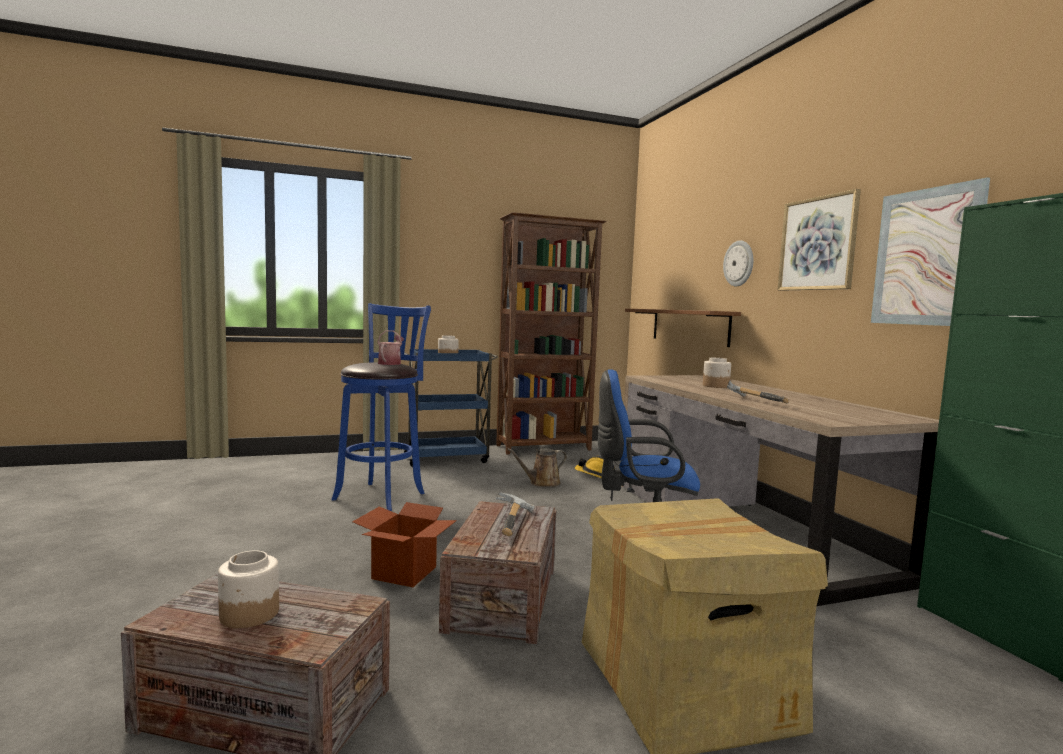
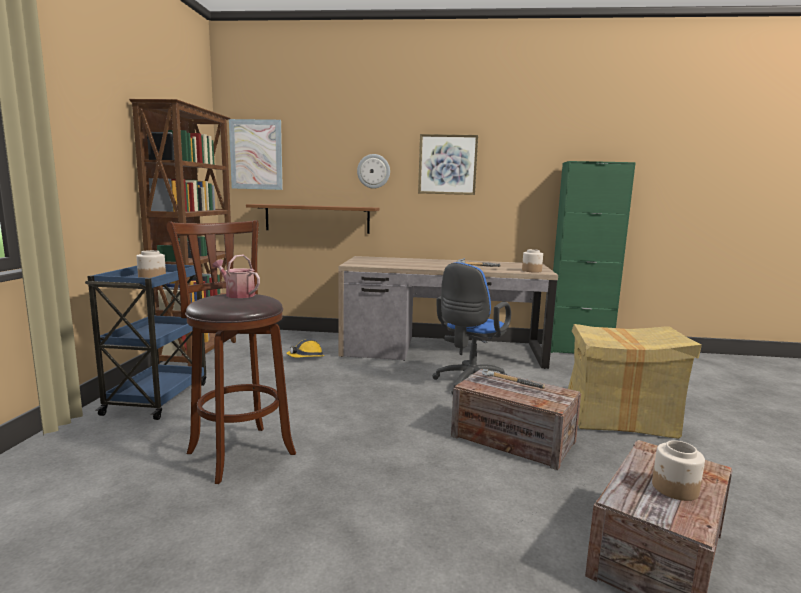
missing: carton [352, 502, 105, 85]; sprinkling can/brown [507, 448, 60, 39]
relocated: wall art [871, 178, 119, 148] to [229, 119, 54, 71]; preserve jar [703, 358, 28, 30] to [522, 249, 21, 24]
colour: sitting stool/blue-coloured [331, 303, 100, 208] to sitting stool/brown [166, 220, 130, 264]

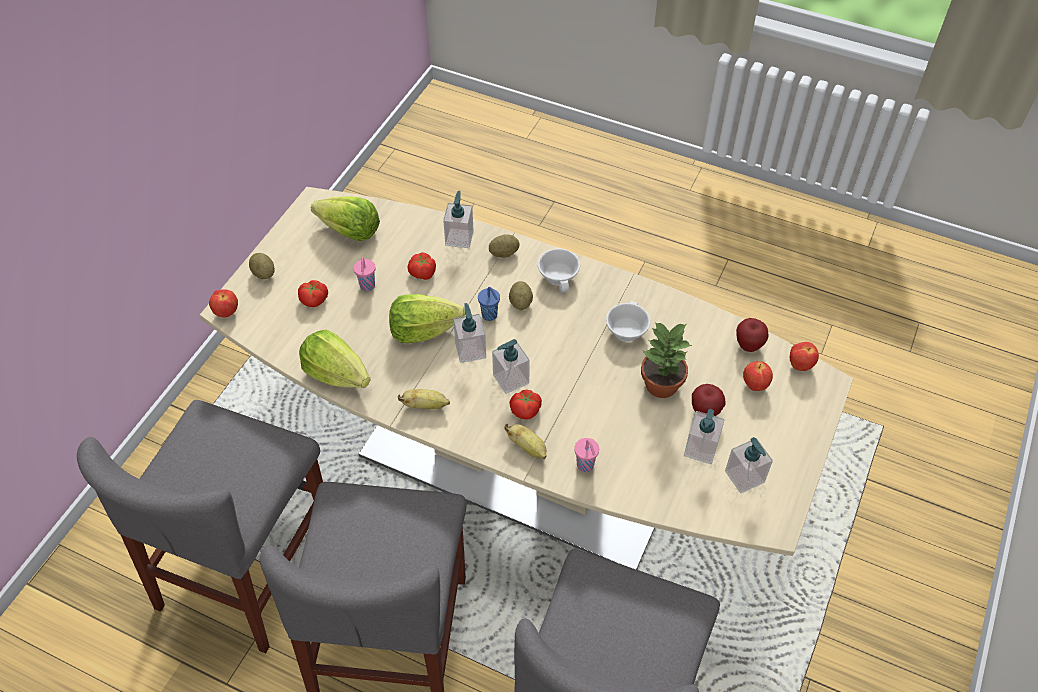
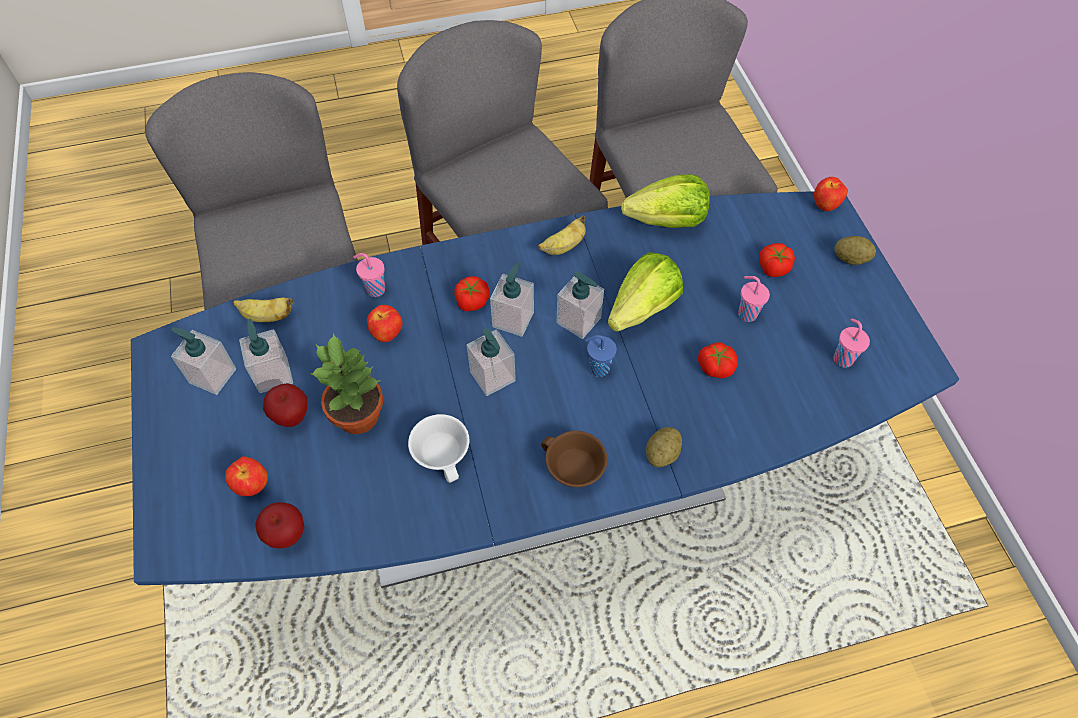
missing: potato [509, 281, 24, 29]
relocated: banana [504, 423, 43, 36] to [233, 298, 61, 24]; apple [790, 342, 29, 29] to [367, 305, 36, 37]; soap dispenser [443, 191, 31, 57] to [467, 328, 49, 68]
exchanged: lettuce head [311, 196, 69, 45] to small cup/pinkish [833, 319, 37, 49]
colour: dinner table/beige [200, 187, 653, 383] to dinner table/blue-coloured [131, 191, 828, 397]; small cup/white-coloured [538, 248, 42, 45] to small cup/brown [541, 431, 66, 56]

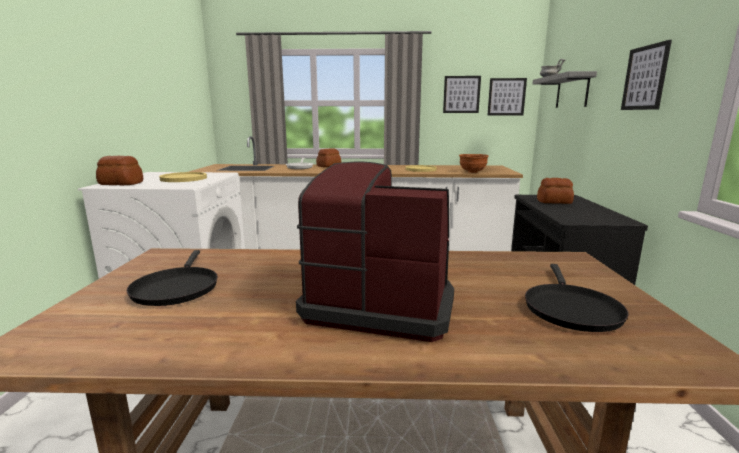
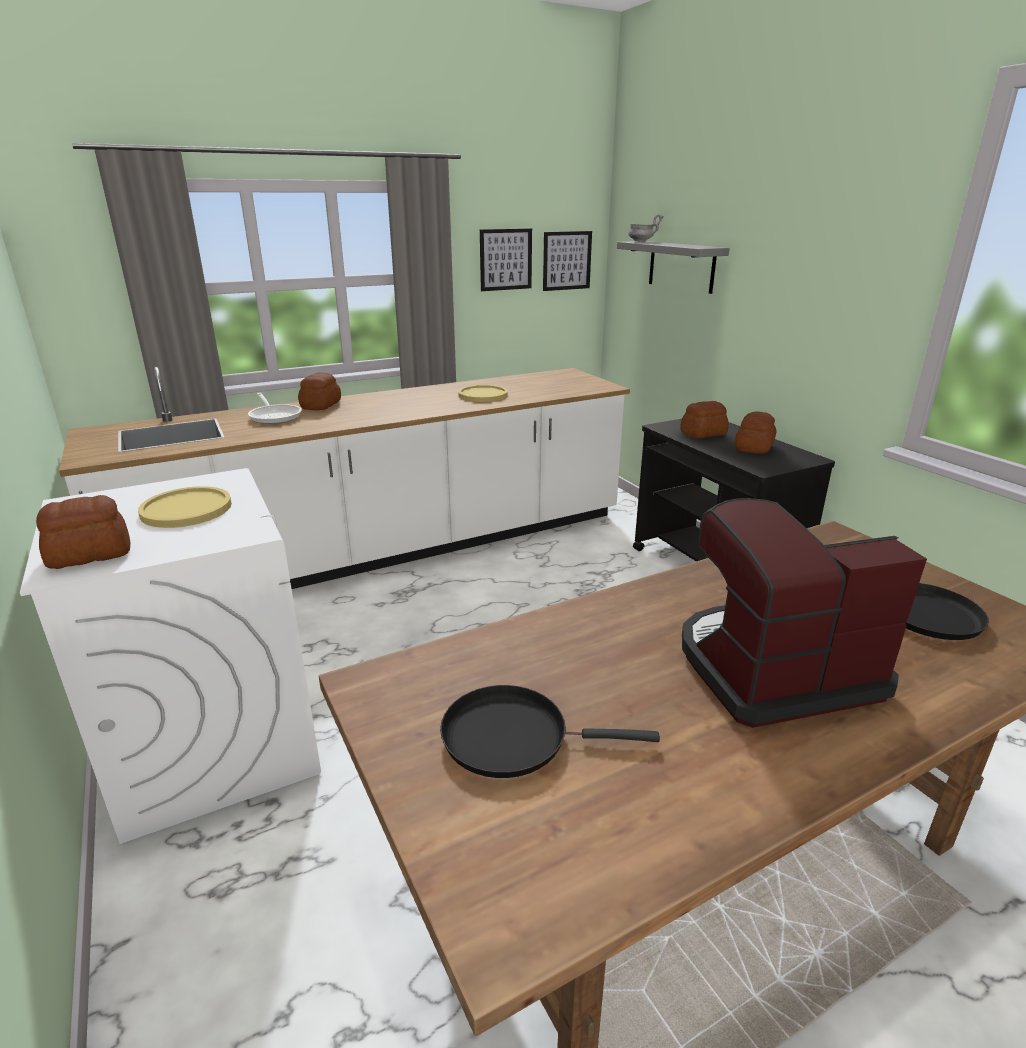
missing: deep dish/brown [459, 154, 30, 19]; wall art [621, 40, 51, 70]
appeared: baked bread [735, 411, 42, 43]
spun: skillet/black [126, 250, 92, 56] = [440, 685, 220, 93] 135 degrees clockwise

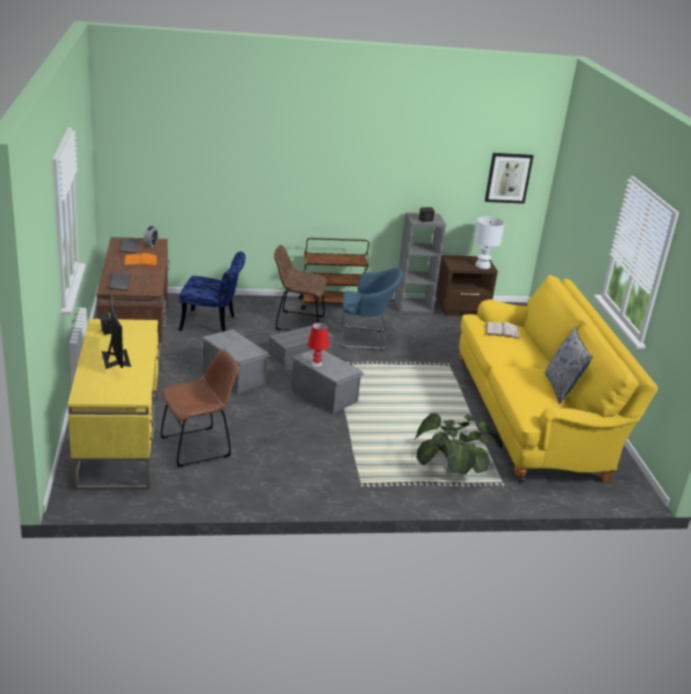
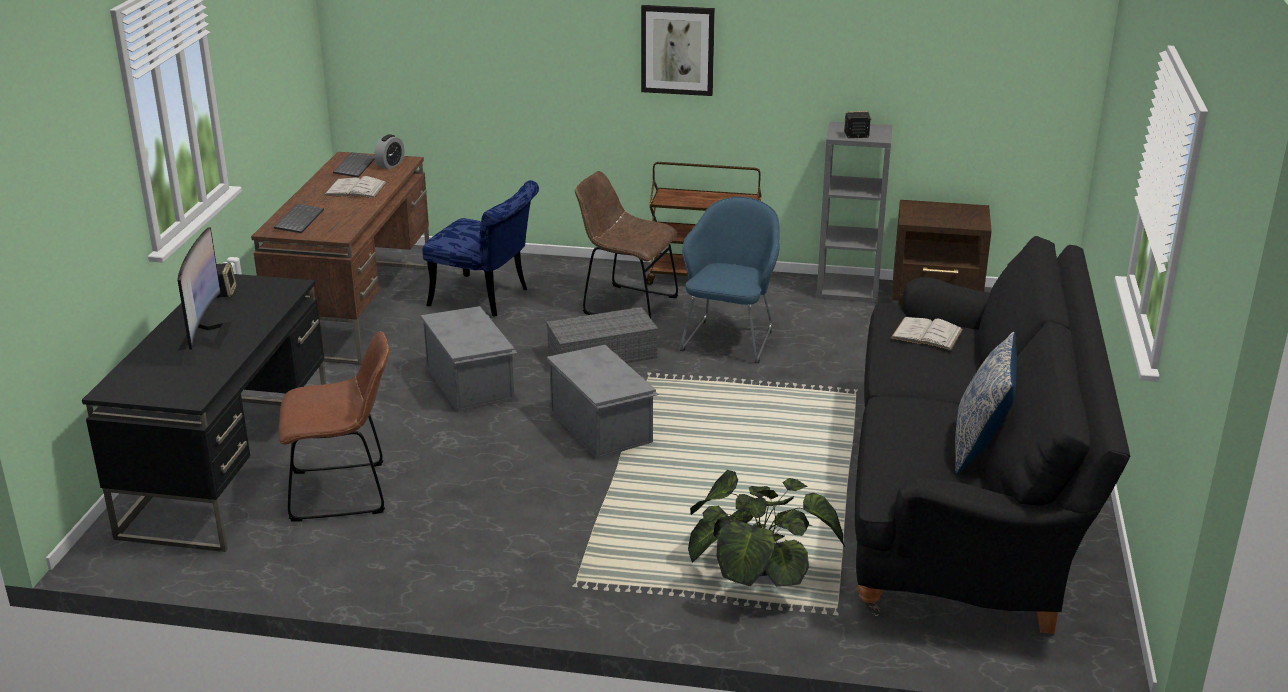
missing: tabletop lamp/red [307, 323, 22, 45]; tabletop lamp/white-coloured [474, 216, 31, 53]
relocated: wall art [485, 153, 49, 51] to [641, 5, 74, 91]
colour: desk table/yellow-coloured [68, 319, 93, 171] to desk table/black [82, 274, 245, 278]; bound book/orange [124, 253, 33, 13] to bound book/white-coloured [324, 176, 63, 22]; couch/yellow-coloured [459, 275, 199, 209] to couch/black [855, 236, 276, 398]
spun: lounge chair/blue-coloured [340, 268, 63, 82] = [680, 197, 100, 166] 90 degrees counterclockwise

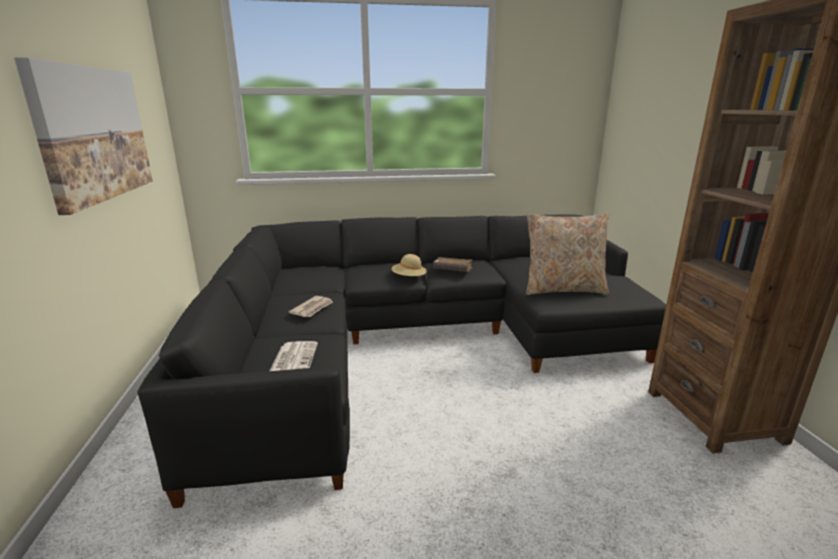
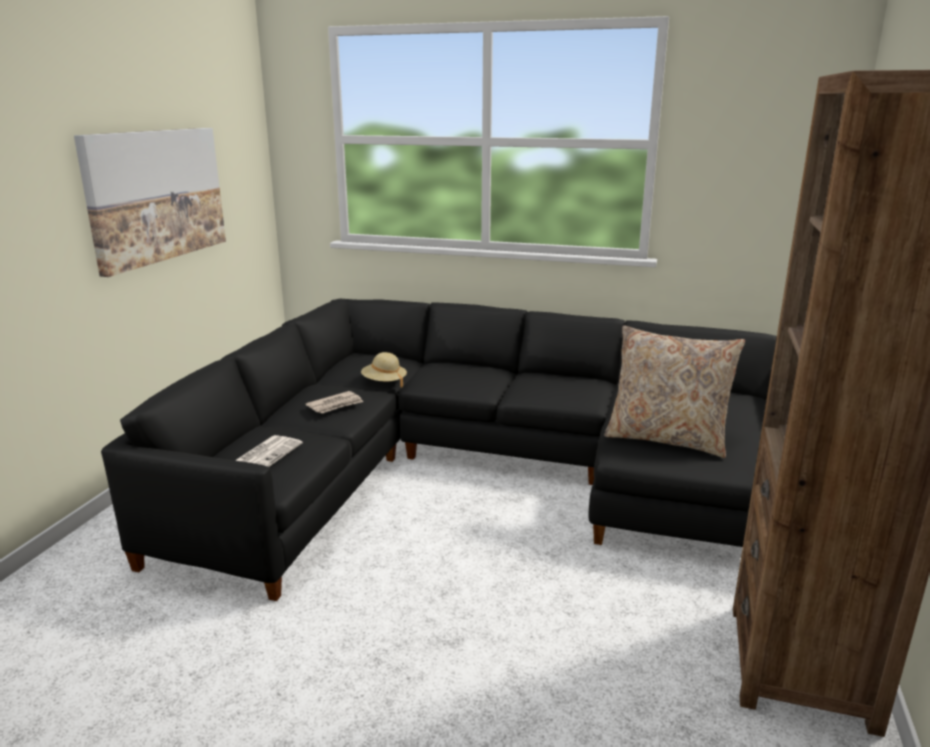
missing: bound book/brown [433, 257, 40, 15]
relocated: wearable hat/beige [392, 254, 35, 25] to [361, 352, 46, 35]

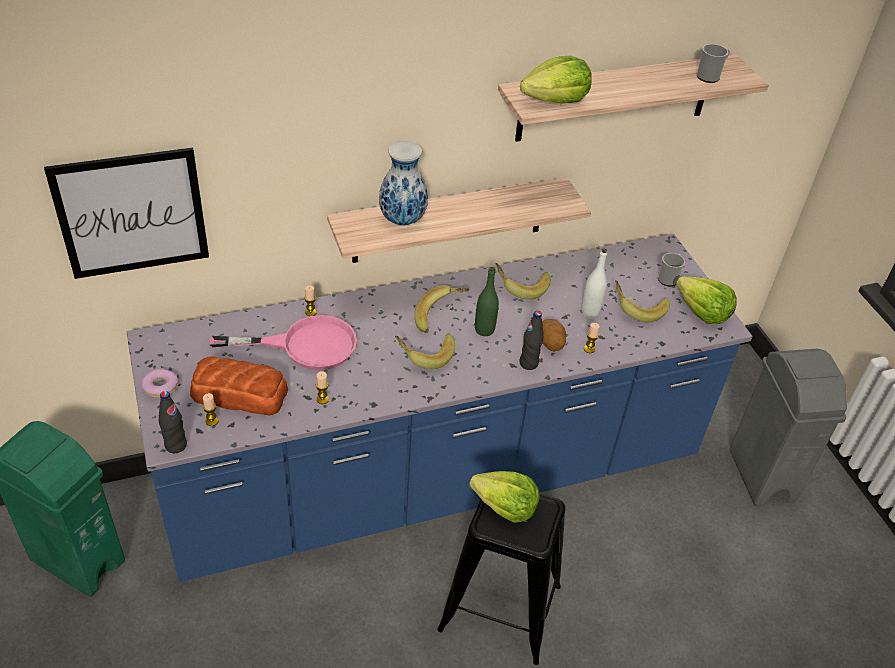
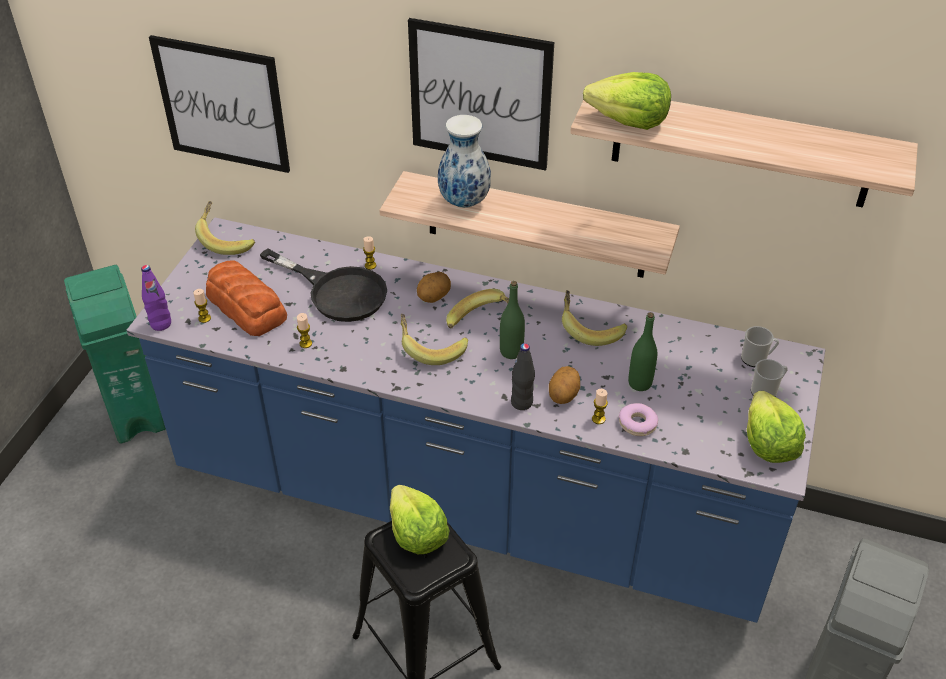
appeared: wall art [408, 18, 146, 153]; potato [417, 272, 34, 31]
relocated: banana [615, 280, 55, 42] to [195, 201, 60, 54]; ring doughnut [141, 369, 37, 29] to [619, 403, 39, 33]; tea mug [697, 44, 33, 39] to [741, 326, 38, 41]
colour: bottle/black [159, 391, 28, 62] to bottle/purple-coloured [141, 265, 30, 66]; skillet/pinkish [210, 315, 147, 55] to skillet/black [260, 249, 127, 73]; bottle/white-coloured [581, 248, 26, 69] to bottle/green-coloured [629, 312, 28, 79]

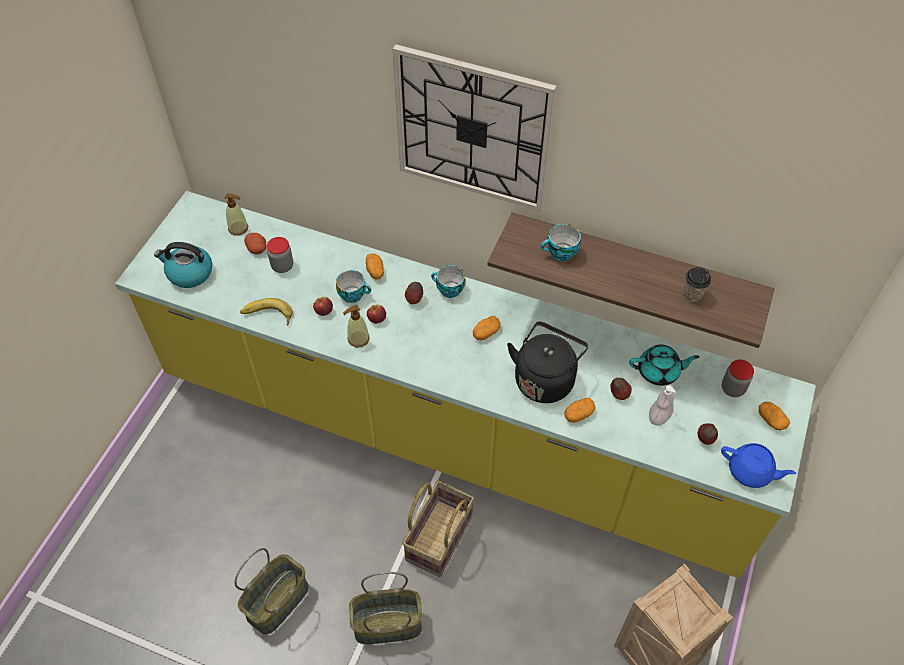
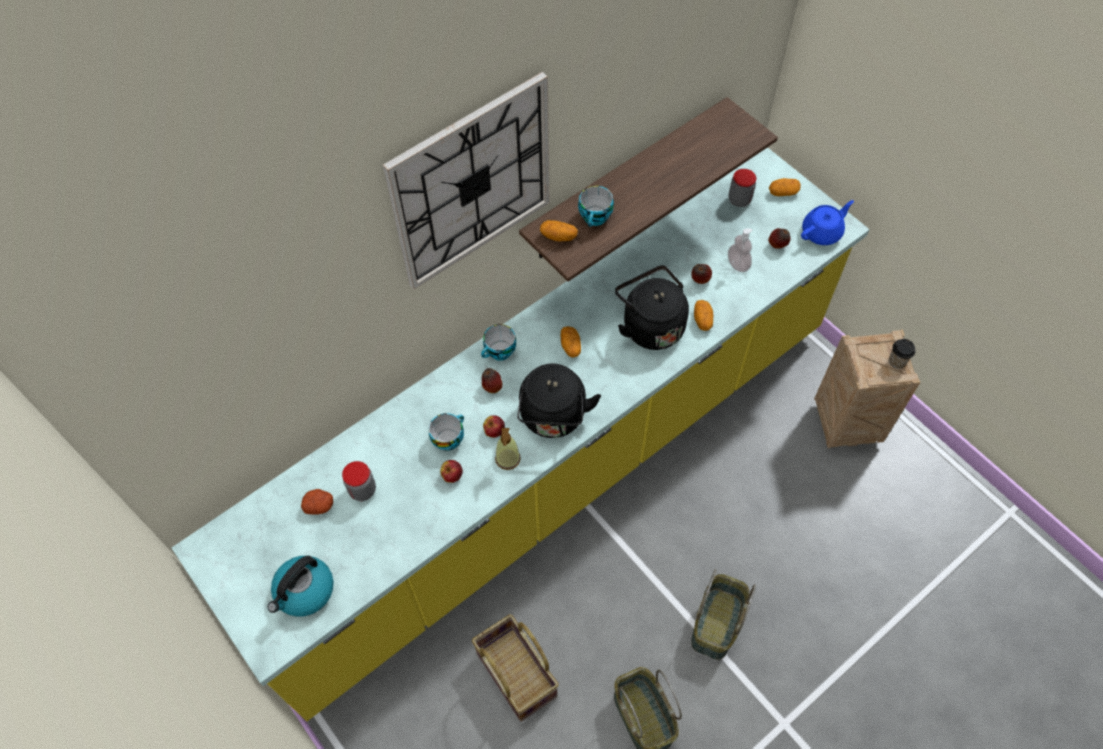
missing: soap dispenser [225, 193, 23, 43]; banana [240, 298, 53, 28]; pot for tea/blue-green [629, 345, 71, 41]
appeared: kettle/black [517, 364, 84, 74]
relocated: storage basket [402, 480, 73, 97] to [472, 614, 87, 108]; potato [366, 253, 18, 26] to [540, 220, 38, 21]; small cup [683, 267, 28, 35] to [889, 339, 27, 30]

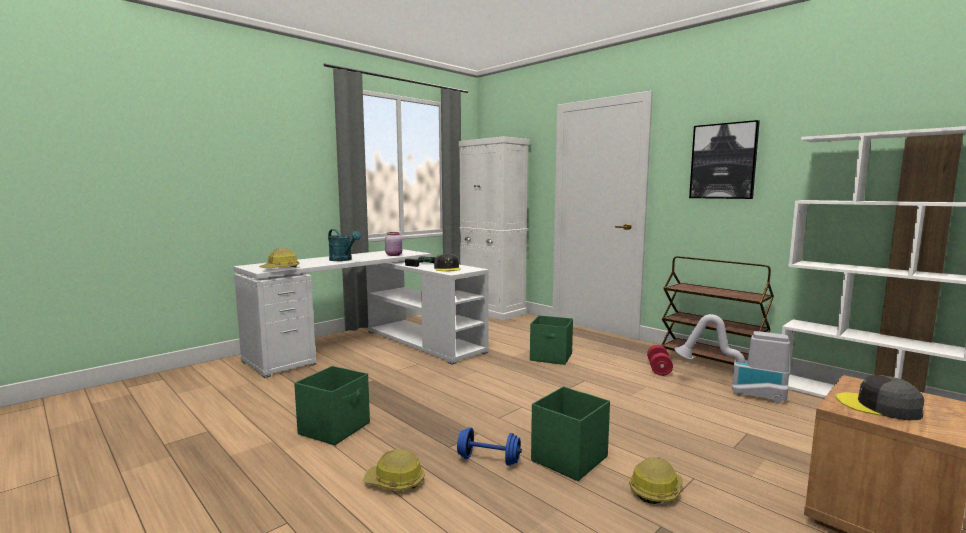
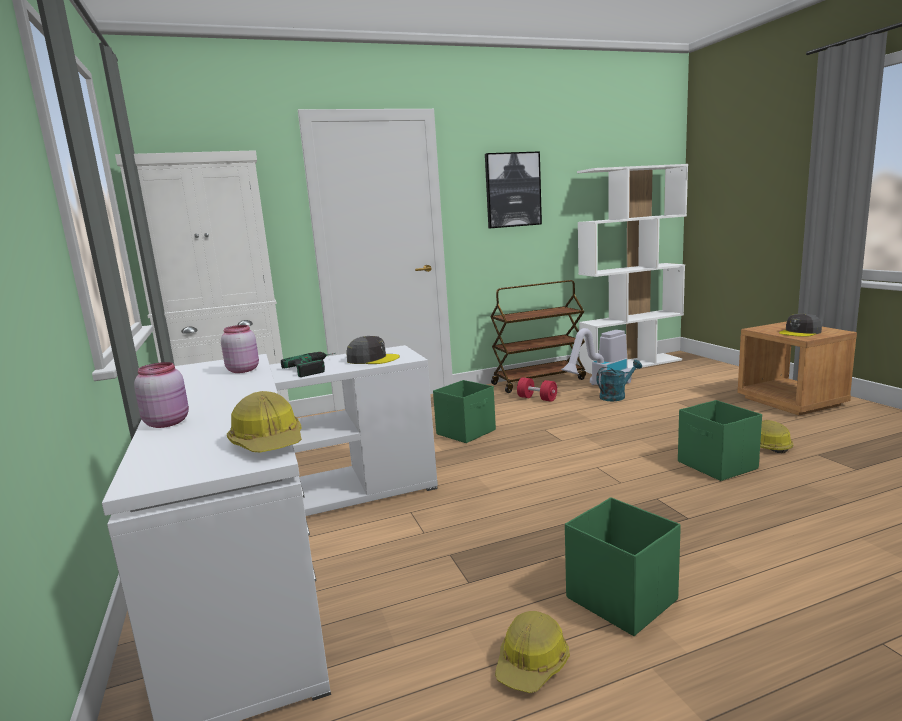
missing: free weight/blue-coloured [457, 427, 65, 39]
appeared: preserve jar/pinkish [134, 362, 55, 66]
relocated: safety helmet [363, 449, 62, 42] to [495, 611, 75, 82]; sprinkling can/blue-green [328, 229, 33, 32] to [596, 360, 46, 41]

